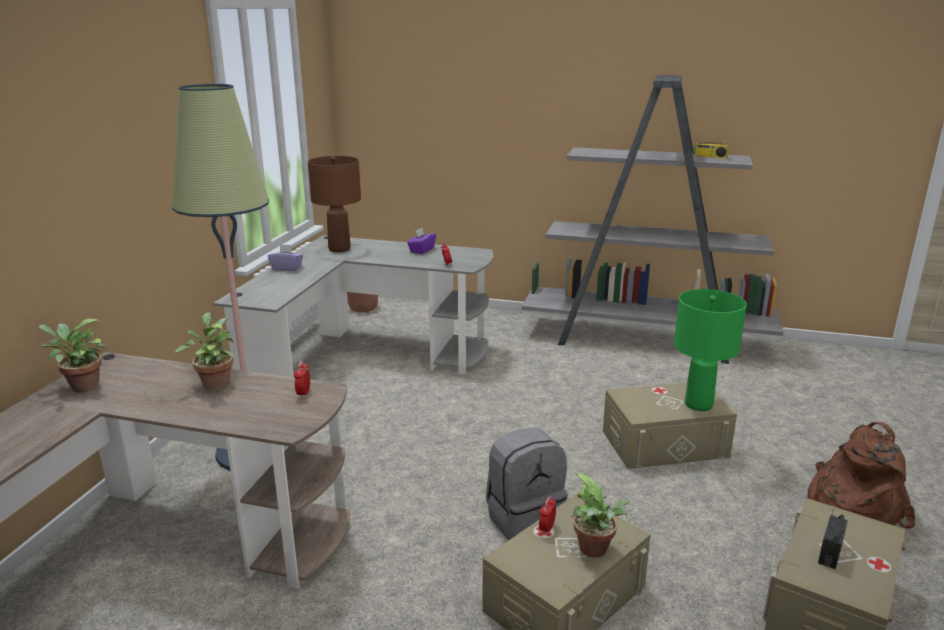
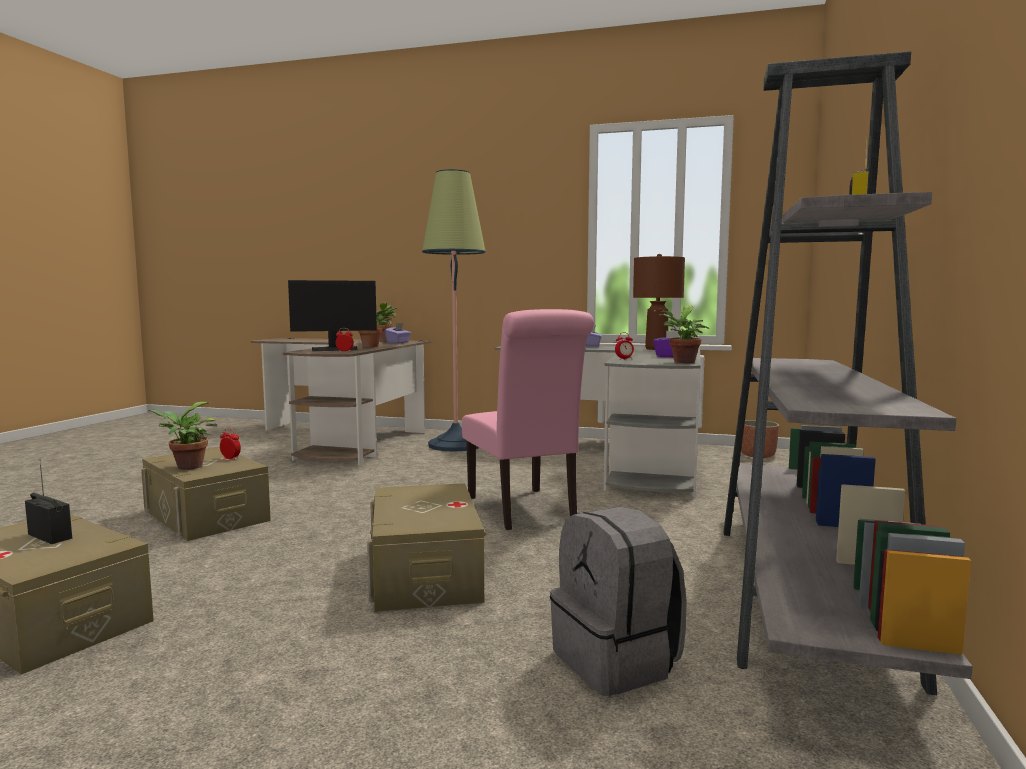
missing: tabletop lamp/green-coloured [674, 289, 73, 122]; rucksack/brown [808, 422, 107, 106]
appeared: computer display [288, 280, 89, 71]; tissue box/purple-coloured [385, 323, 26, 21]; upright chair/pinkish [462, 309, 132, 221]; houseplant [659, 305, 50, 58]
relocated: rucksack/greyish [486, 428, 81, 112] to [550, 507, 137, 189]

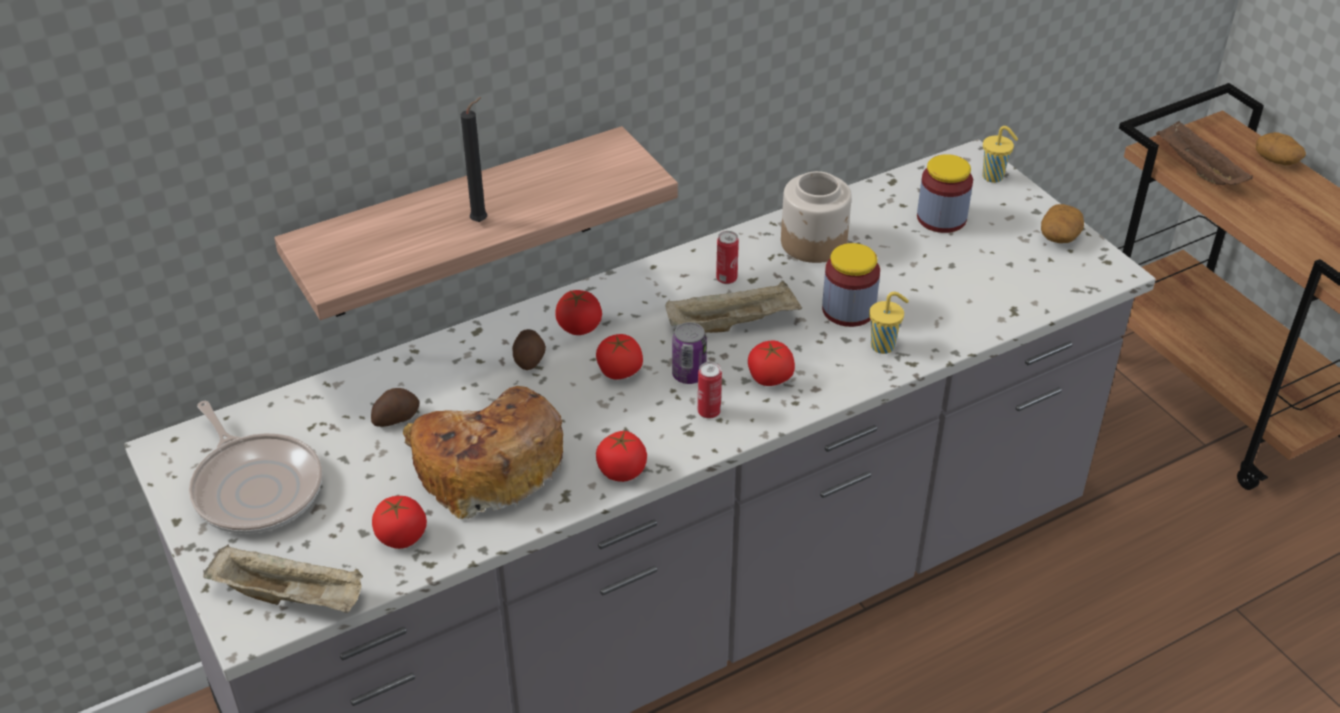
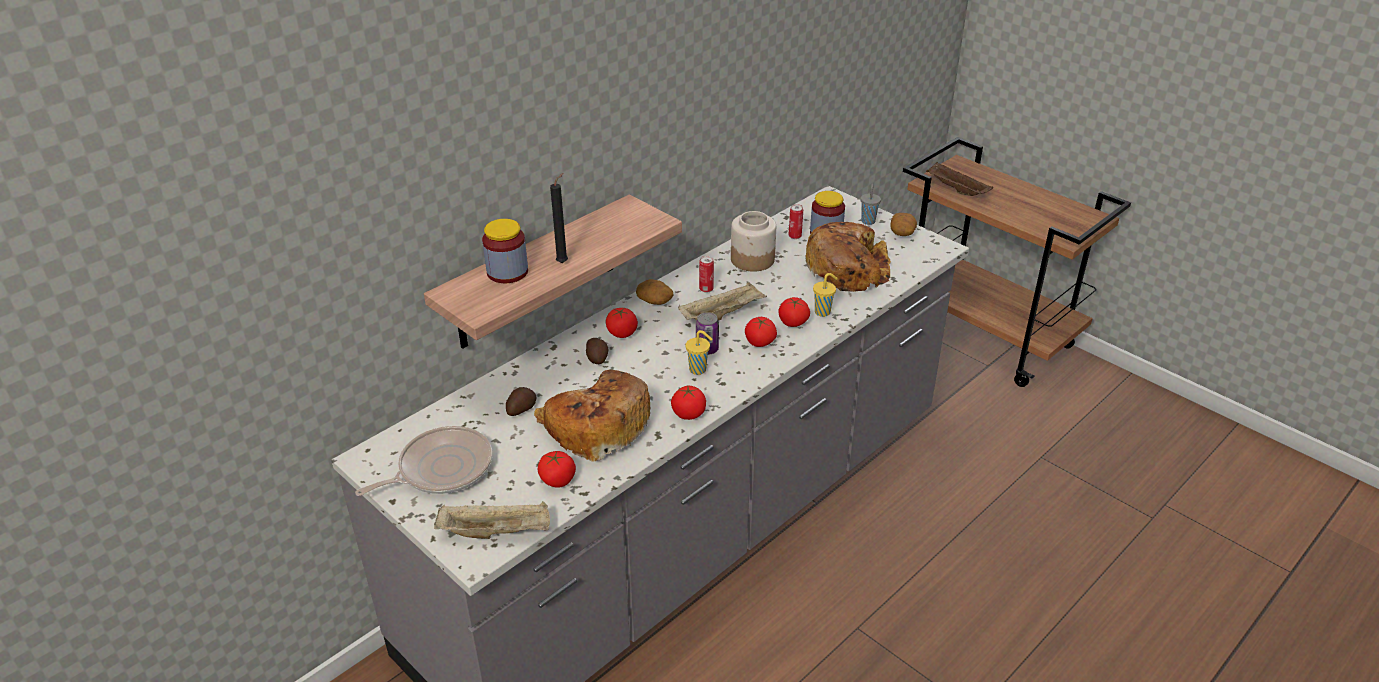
appeared: baked bread [805, 222, 86, 70]; small cup/greyish [861, 184, 20, 41]
relocated: preserve jar [822, 243, 58, 84] to [482, 219, 46, 64]; potato [1256, 132, 50, 33] to [636, 279, 37, 26]; small cup/yellow-coloured [983, 126, 35, 57] to [686, 330, 26, 45]; fresh tomato [596, 334, 47, 46] to [779, 297, 31, 30]; can [698, 362, 24, 57] to [789, 204, 14, 35]
spun: skillet [189, 401, 133, 133] = [355, 426, 137, 70] 75 degrees counterclockwise

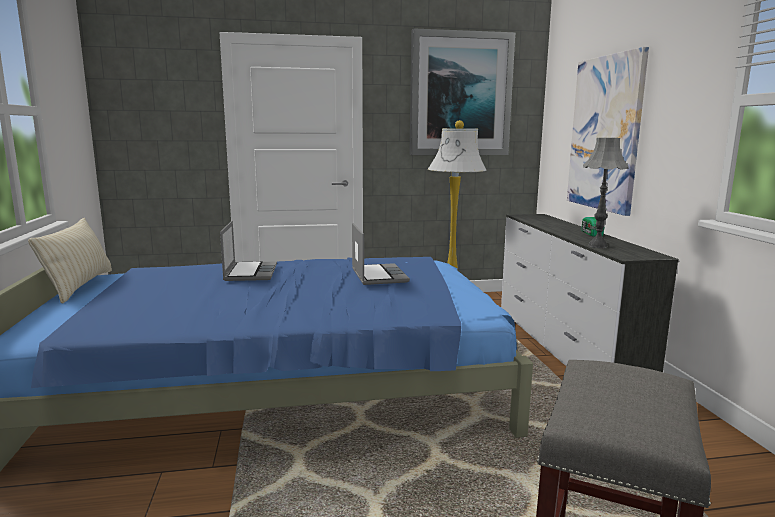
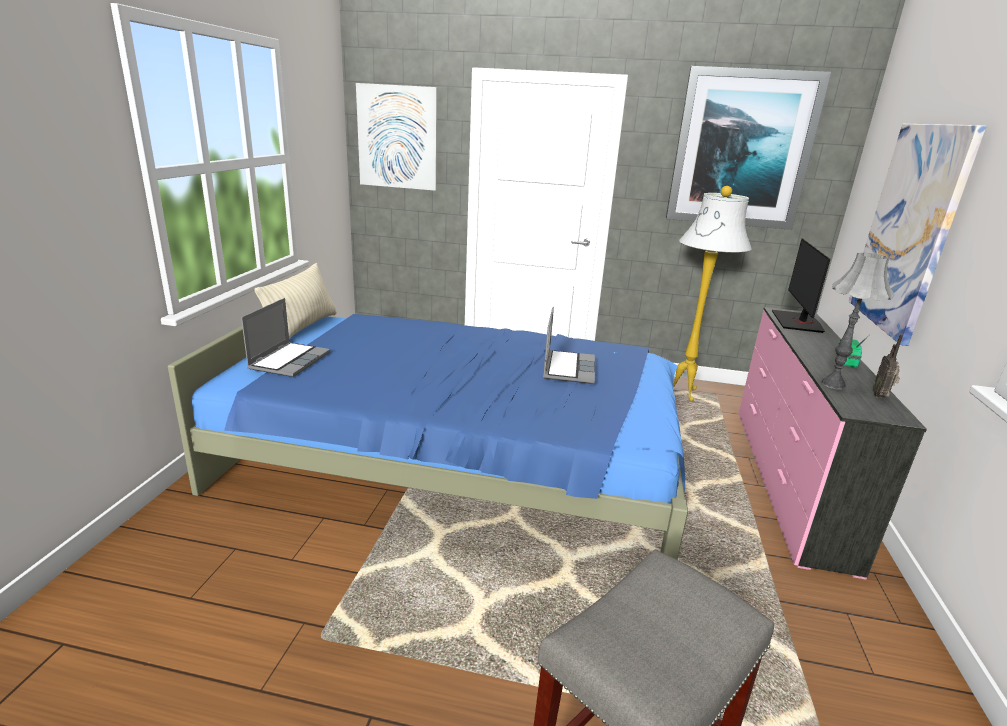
appeared: wall art [356, 83, 81, 108]; computer display [772, 238, 58, 95]; radio [873, 334, 30, 64]
relocated: laptop [220, 221, 57, 60] to [241, 298, 89, 79]
colour: chest of drawers/white-coloured [501, 214, 178, 158] to chest of drawers/pinkish [738, 307, 189, 273]

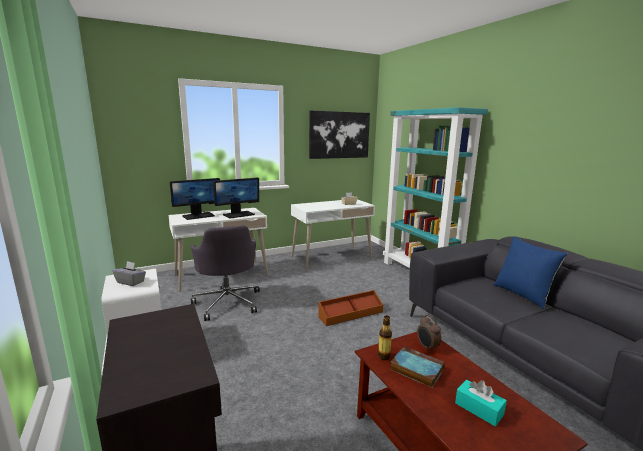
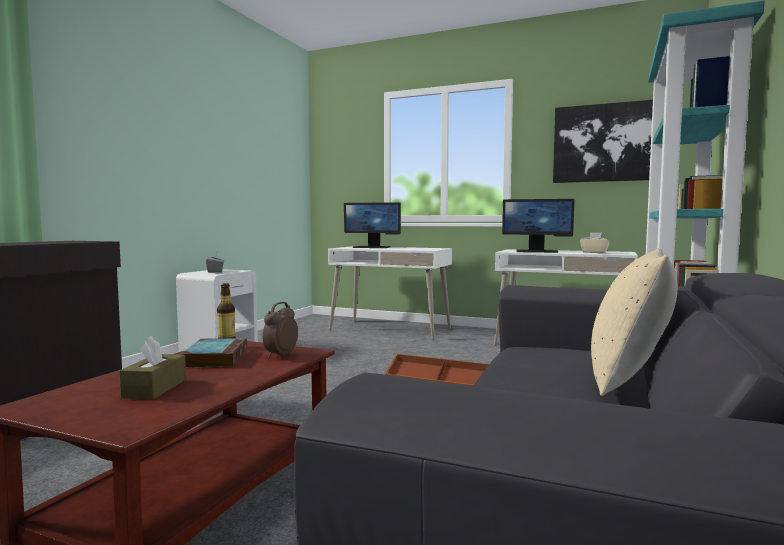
missing: computer chair/greyish [190, 225, 70, 96]
relocated: computer display [213, 178, 46, 41] to [502, 199, 73, 54]
colour: tissue box/blue-green [455, 380, 52, 47] to tissue box/brown [119, 336, 67, 63]; pillow/blue-coloured [493, 236, 75, 73] to pillow/beige [591, 248, 87, 148]

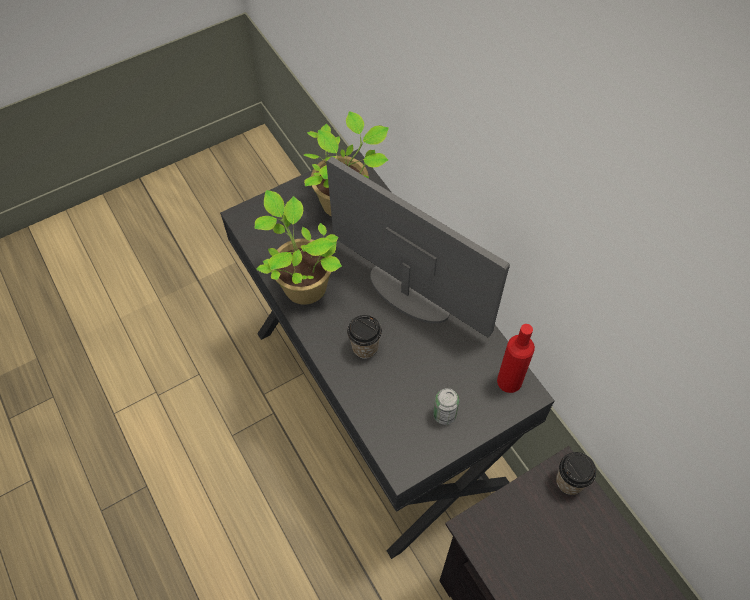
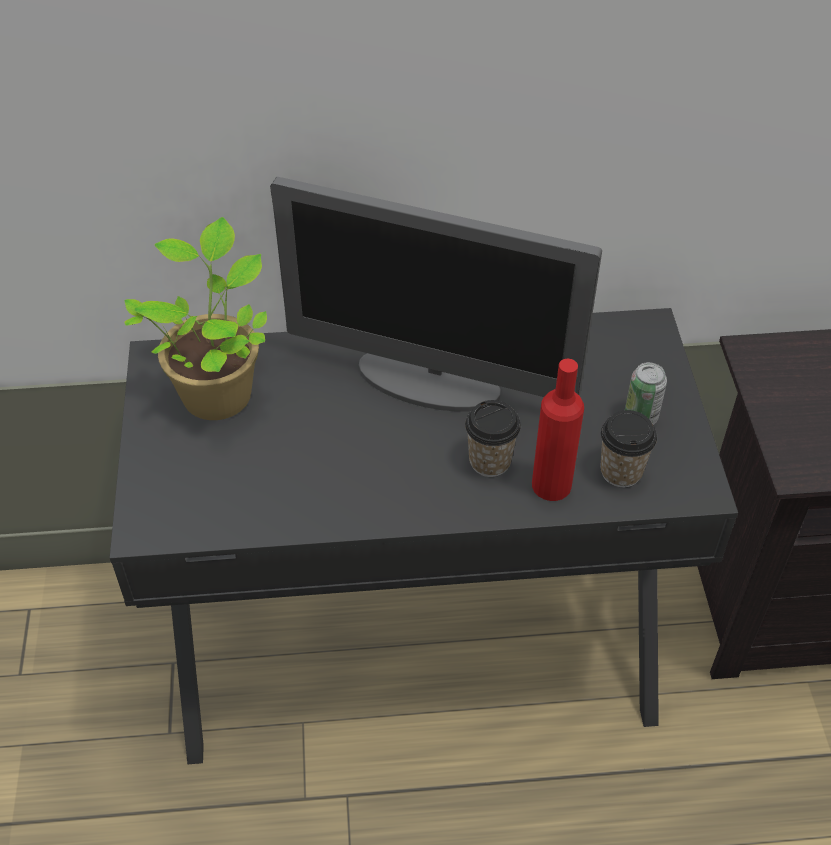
missing: houseplant [255, 190, 87, 115]
relocated: bottle/red [497, 324, 38, 69] to [532, 359, 52, 142]; small cup [556, 452, 40, 43] to [600, 410, 57, 78]
spun: computer display [326, 157, 184, 180] = [270, 177, 332, 235] 135 degrees counterclockwise

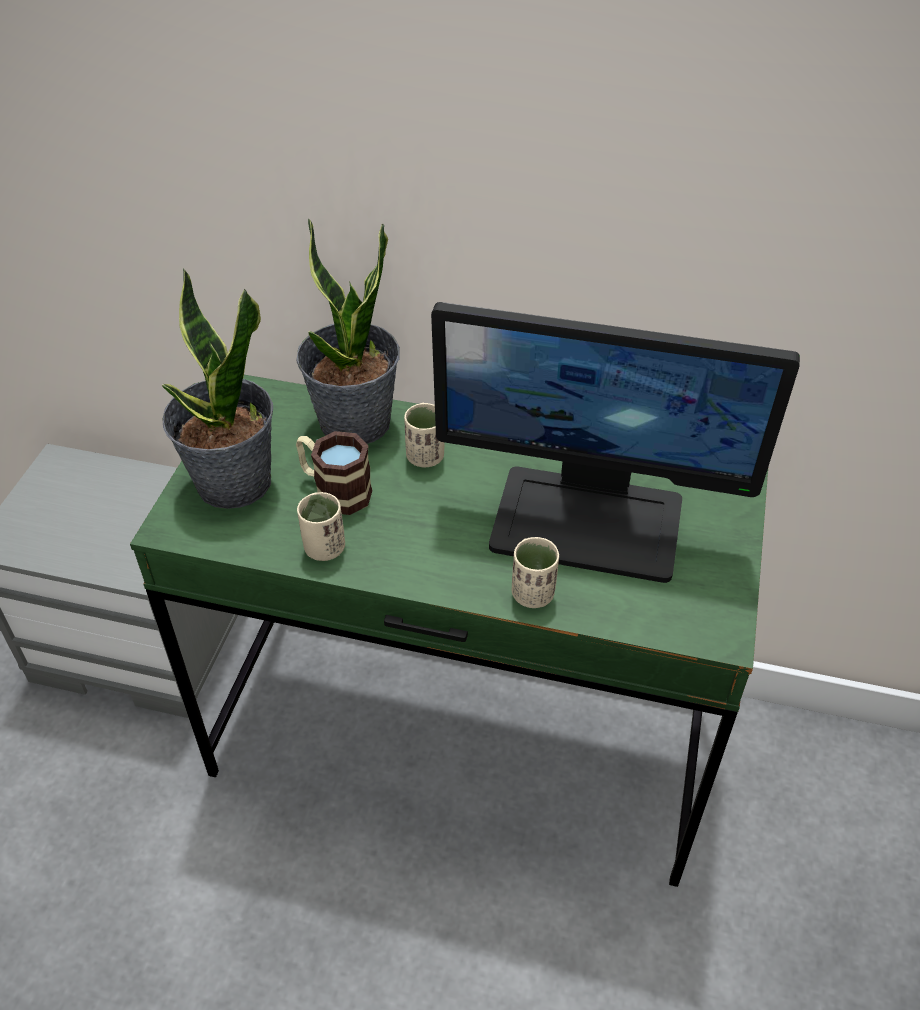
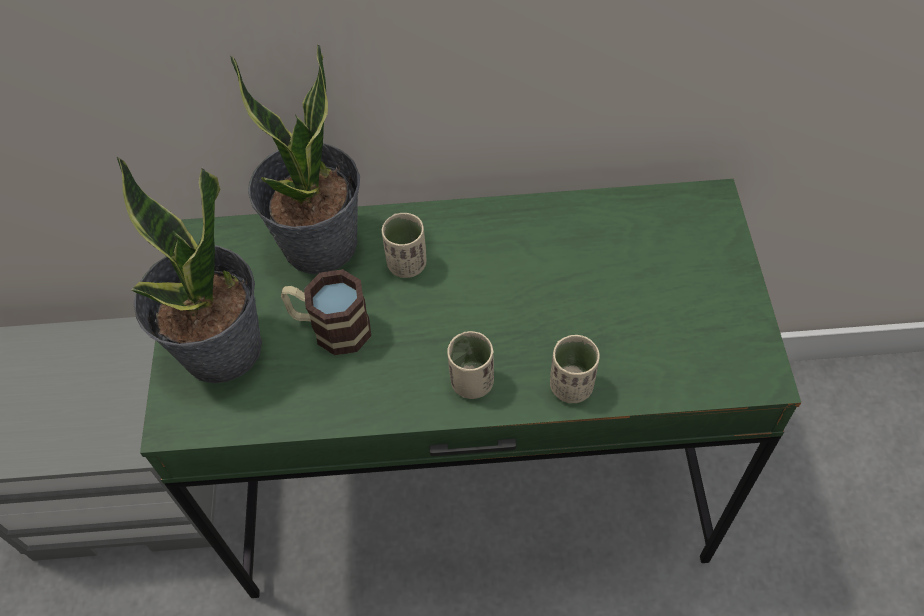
missing: computer display [431, 302, 369, 281]
relocated: small cup/beige [297, 492, 48, 69] to [447, 331, 47, 68]

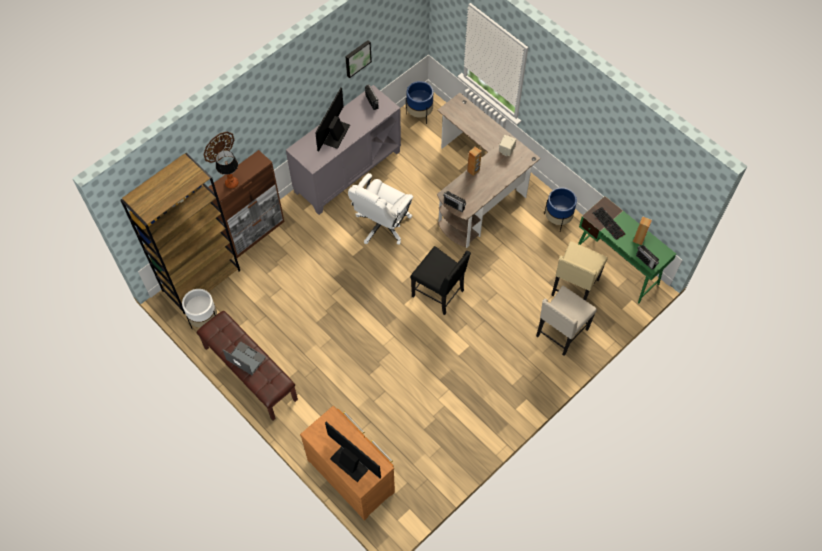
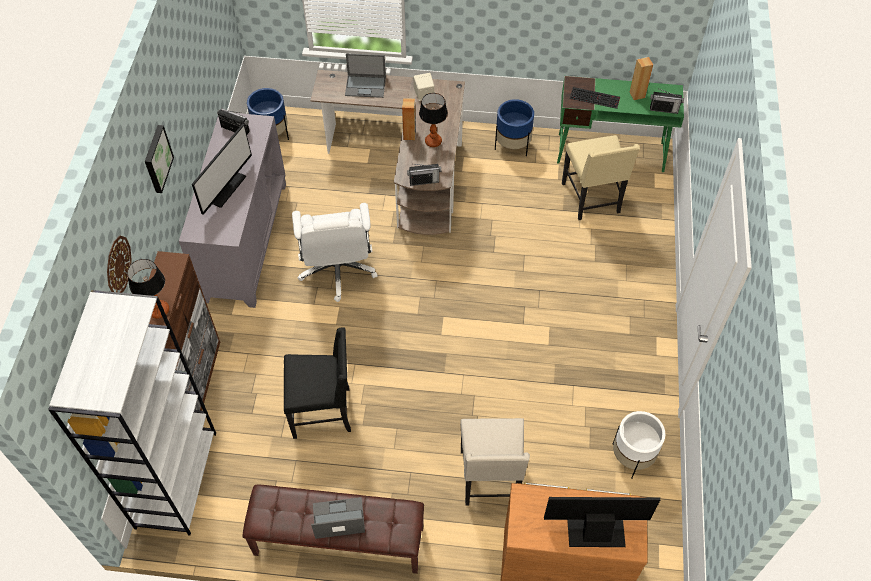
appeared: laptop [345, 54, 41, 44]; tabletop lamp [419, 93, 29, 54]
relocated: wall art [345, 40, 27, 38] to [145, 125, 29, 68]; upright chair/black [411, 246, 60, 69] to [284, 327, 67, 112]; upright chair/beige [536, 286, 61, 70] to [460, 418, 70, 88]; plant pot/white-coloured [182, 289, 35, 40] to [612, 411, 53, 68]
colour: shelving unit/brown [120, 153, 120, 161] to shelving unit/white-coloured [48, 290, 168, 246]
spun: computer display [315, 87, 35, 64] = [192, 124, 60, 91] 135 degrees counterclockwise

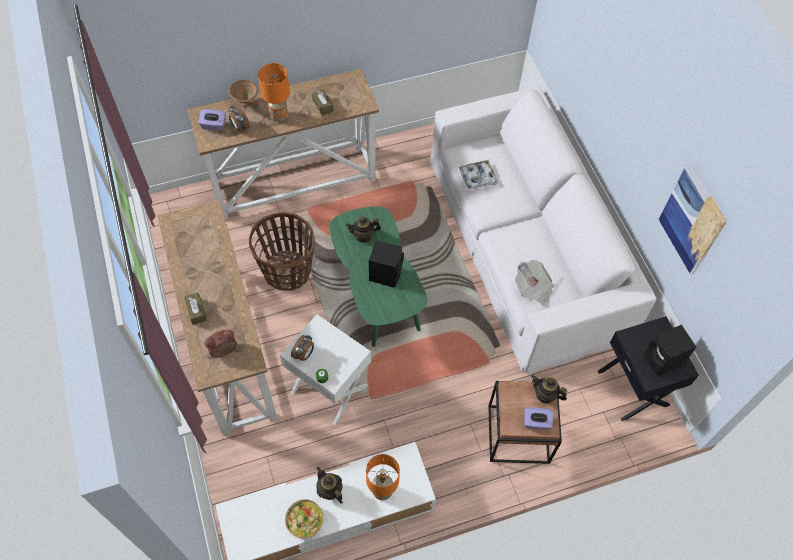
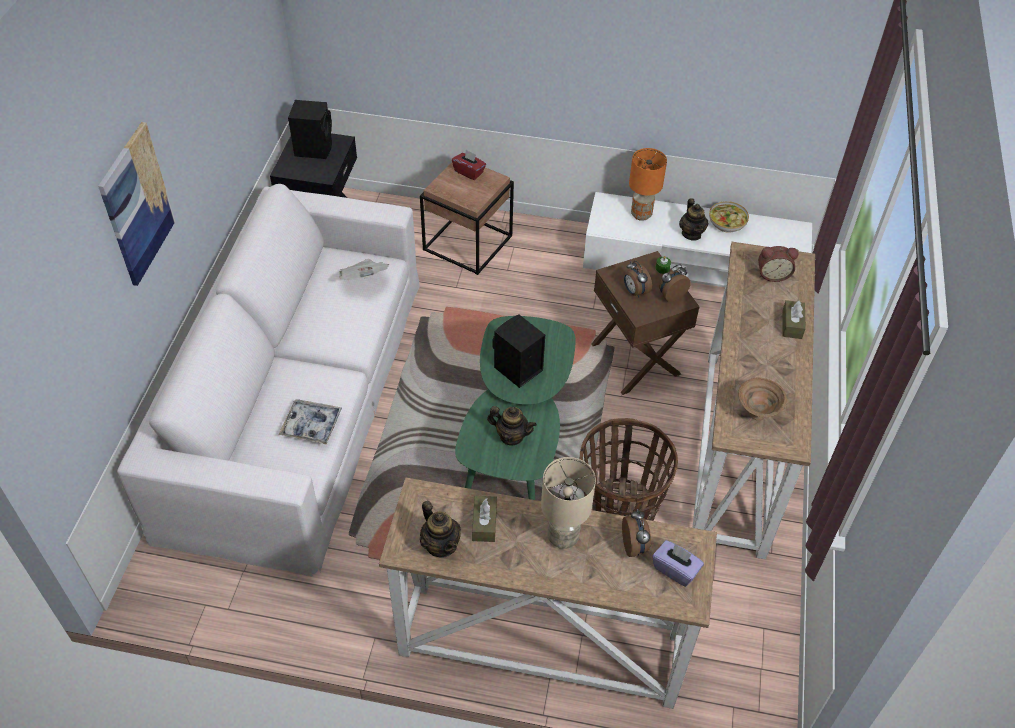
appeared: table clock [624, 261, 28, 37]
relocated: wall art [658, 163, 69, 112] to [98, 122, 77, 164]; pot for tea [531, 375, 36, 29] to [420, 501, 41, 56]; deep dish/brown [228, 80, 30, 27] to [738, 378, 49, 42]
colour: tissue box/purple-coloured [524, 408, 29, 21] to tissue box/red [452, 150, 34, 30]; tabletop lamp/orange [258, 63, 32, 59] to tabletop lamp/beige [541, 457, 55, 92]; end table/white-coloured [280, 314, 91, 111] to end table/brown [591, 251, 108, 144]

